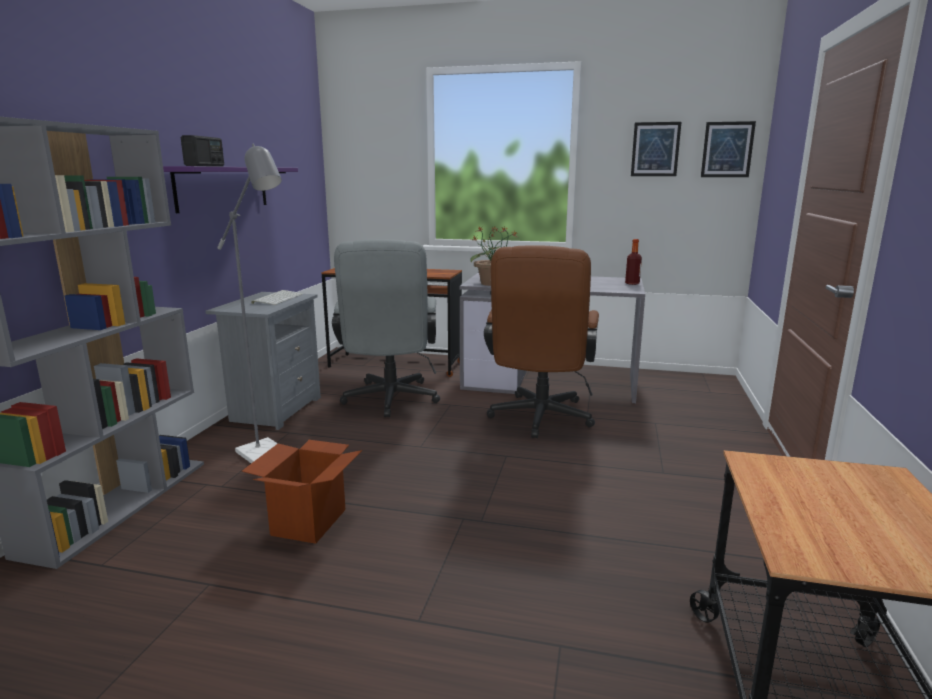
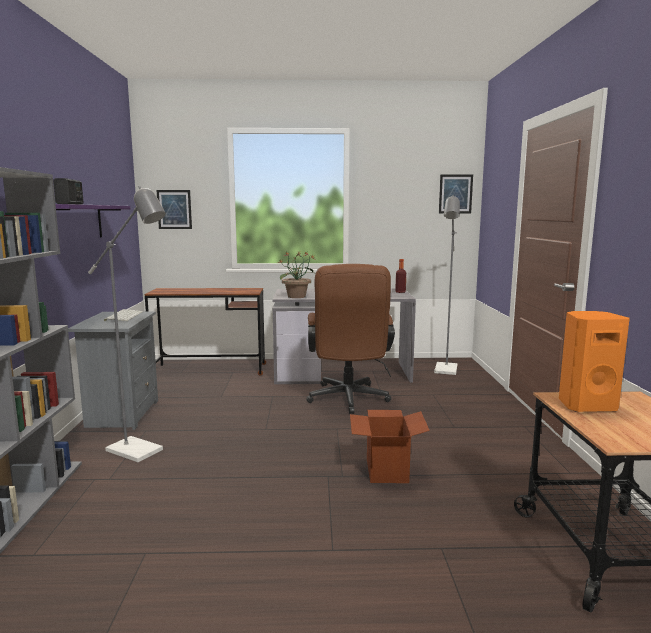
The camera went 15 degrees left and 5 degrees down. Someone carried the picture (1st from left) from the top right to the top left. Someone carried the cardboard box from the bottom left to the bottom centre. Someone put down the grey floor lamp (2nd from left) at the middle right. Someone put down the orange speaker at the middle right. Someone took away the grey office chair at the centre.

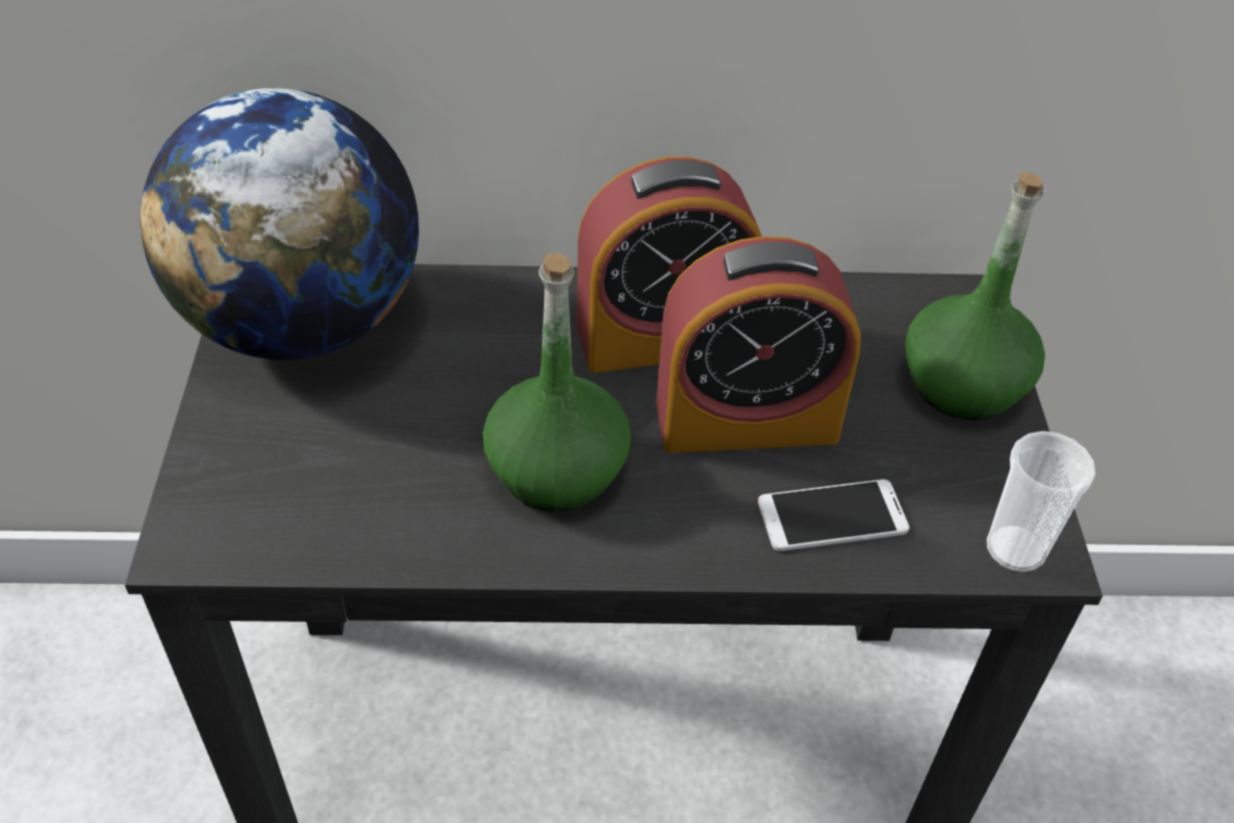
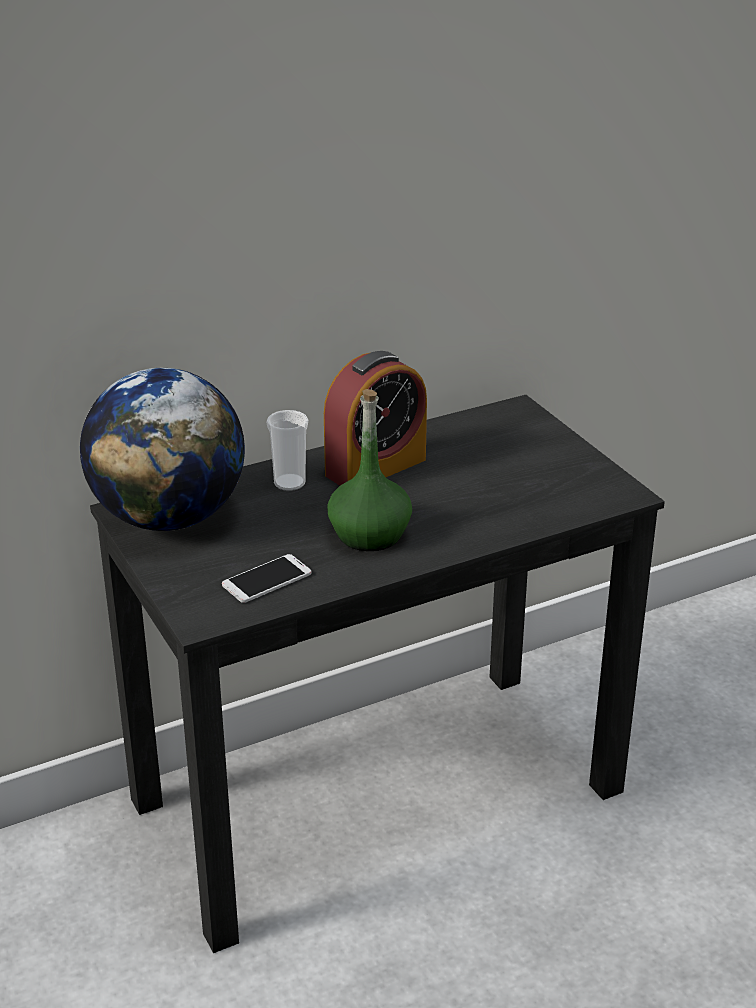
The camera went 25 degrees left and 15 degrees down. Someone carried the phone from the middle right to the centre. Someone carried the cup from the middle right to the centre. Someone took away the alarm clock (2nd from left) at the centre. Someone took away the green bottle (2nd from left) at the middle right.

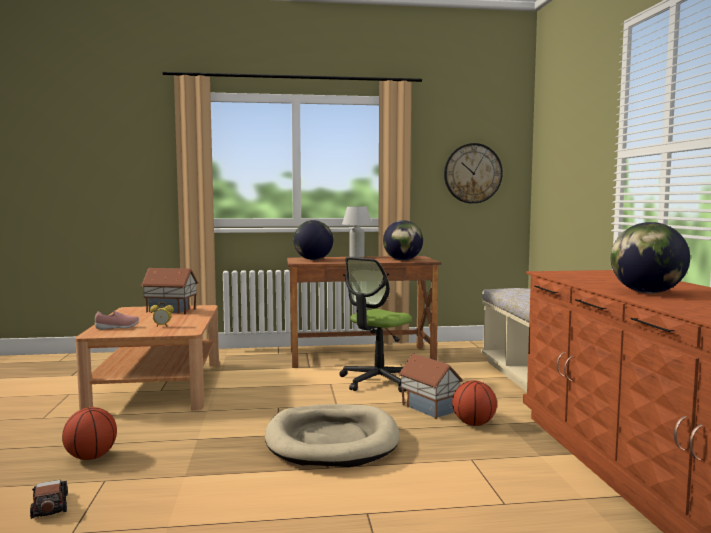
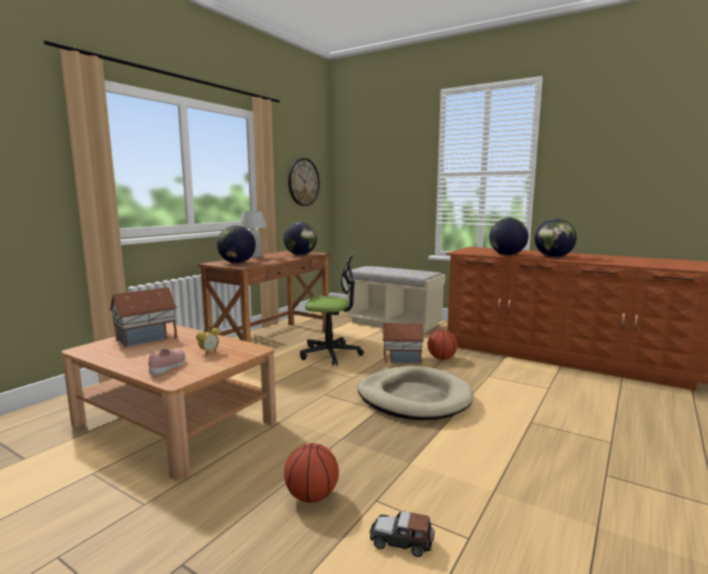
The camera went 50 degrees left and 5 degrees up. Someone rotated the office chair at the centre by 75 degrees counterclockwise. Someone put down the globe (3rd from left) at the middle right.

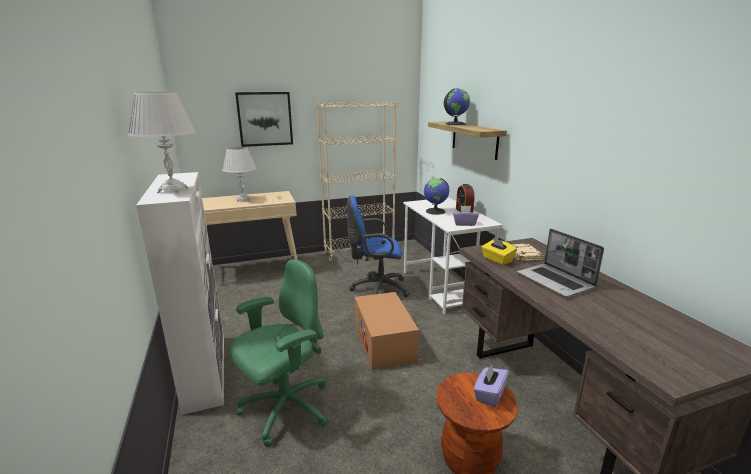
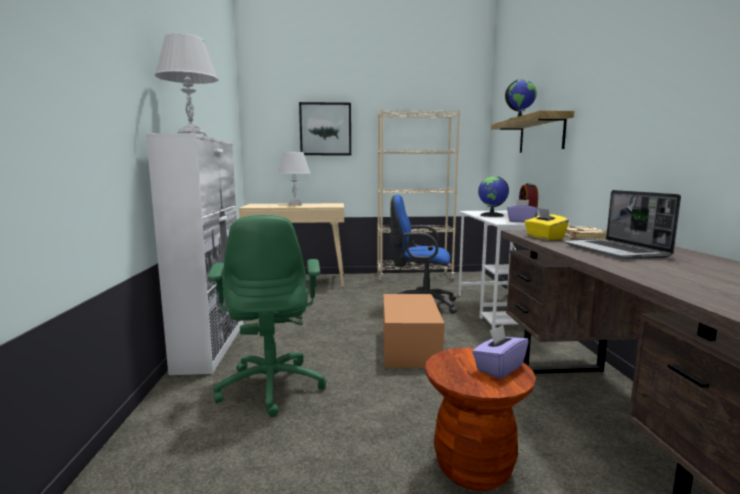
The camera went 15 degrees right and 10 degrees down. Someone rotated the green office chair at the bottom centre by 105 degrees clockwise.

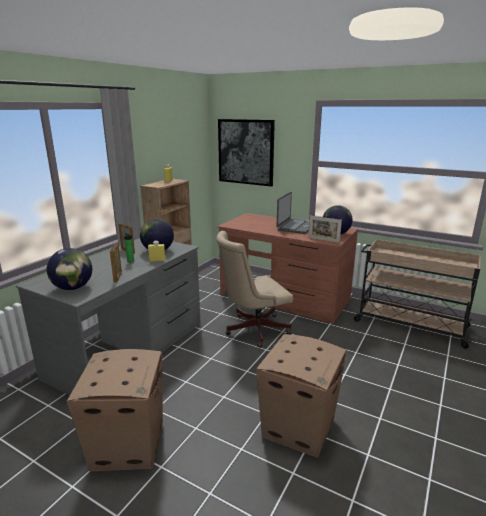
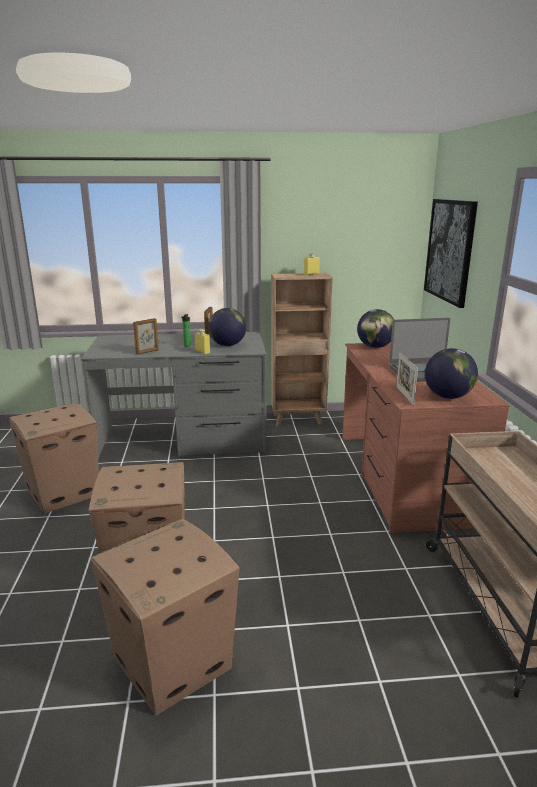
The camera went 55 degrees right and 0 degrees up. Someone put down the cardboard box (3rd from left) at the bottom left. Someone carried the globe (1st from left in the first image) from the middle left to the middle right. Someone took away the beige office chair at the centre.

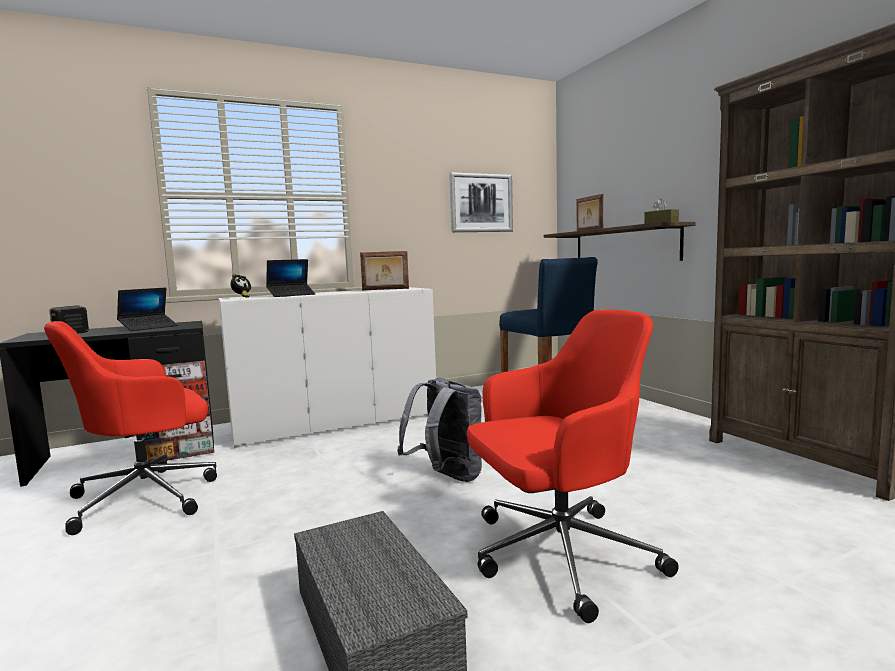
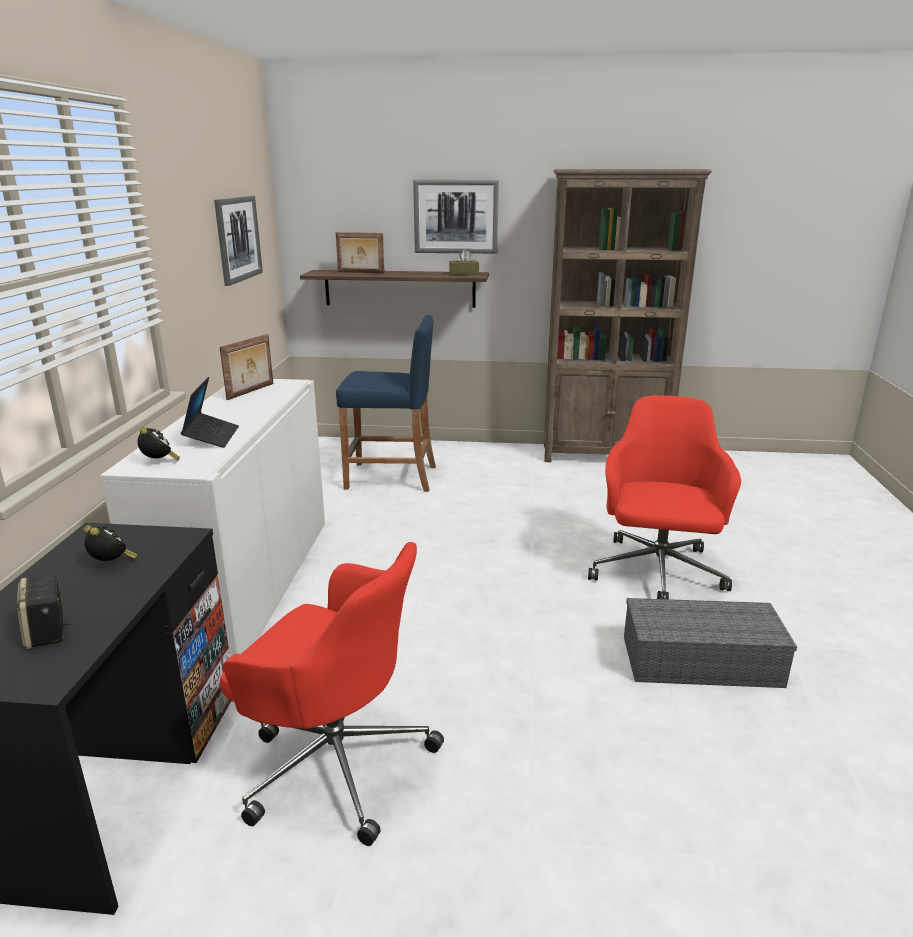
The camera went 60 degrees left and 15 degrees up. Someone swapped the laptop (1st from left) at the middle left for the alarm clock (1st from left) at the middle left. Someone rotated the red office chair (1st from left) at the middle left by 60 degrees counterclockwise. Someone put up the picture (2nd from left) at the top centre. Someone took away the grey backpack at the centre.

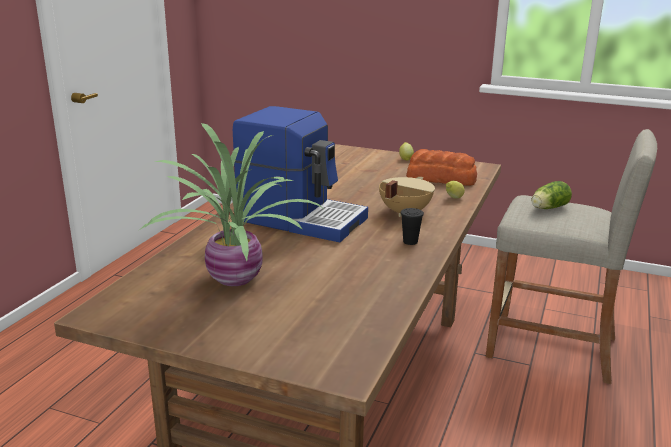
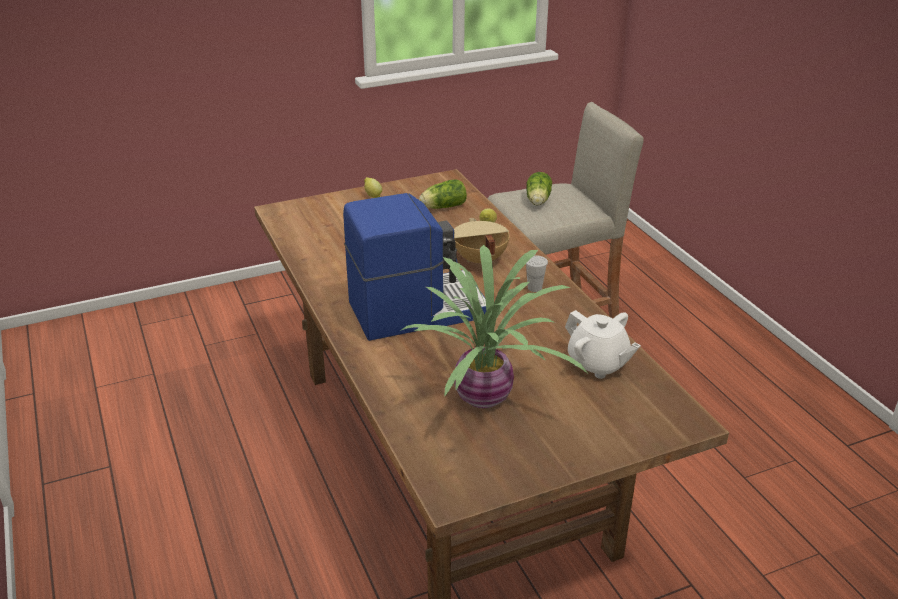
The camera went 45 degrees left and 10 degrees up. Someone swapped the bread at the centre for the lettuce (1st from left) at the top centre. Someone repainted the black cup at the centre, which became the white cup at the centre. Someone put down the white teapot at the middle right.

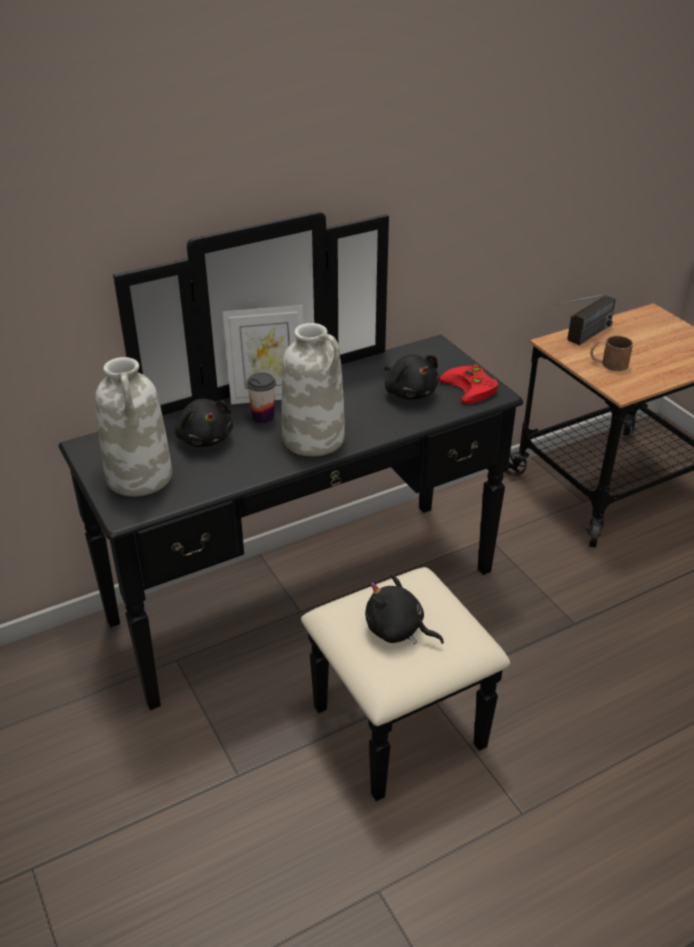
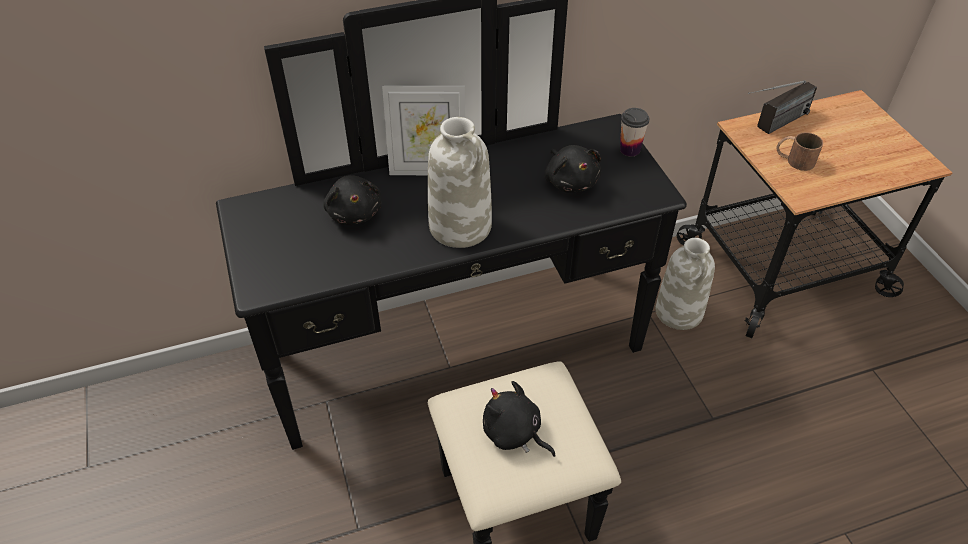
The camera went 10 degrees right and 10 degrees up. Someone carried the cup from the centre to the top centre. Someone carried the white vase (1st from left in the first image) from the middle left to the middle right. Someone took away the red game controller at the middle right.

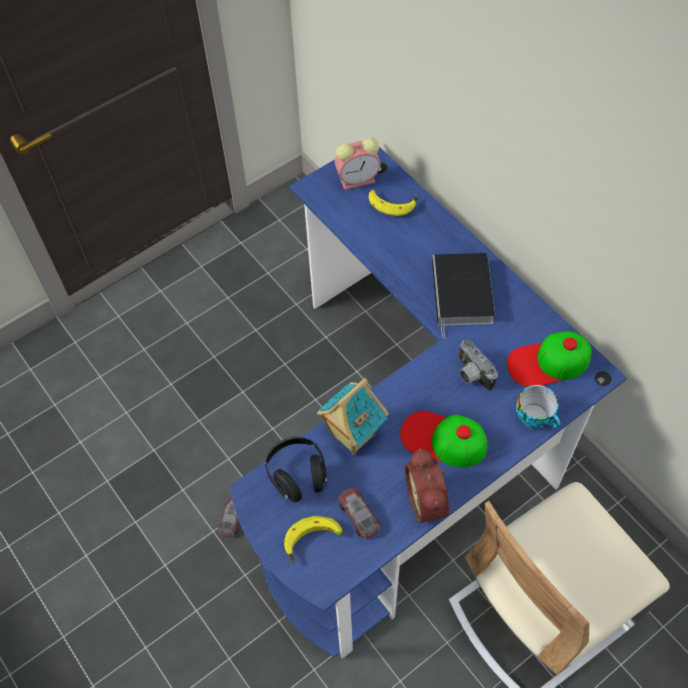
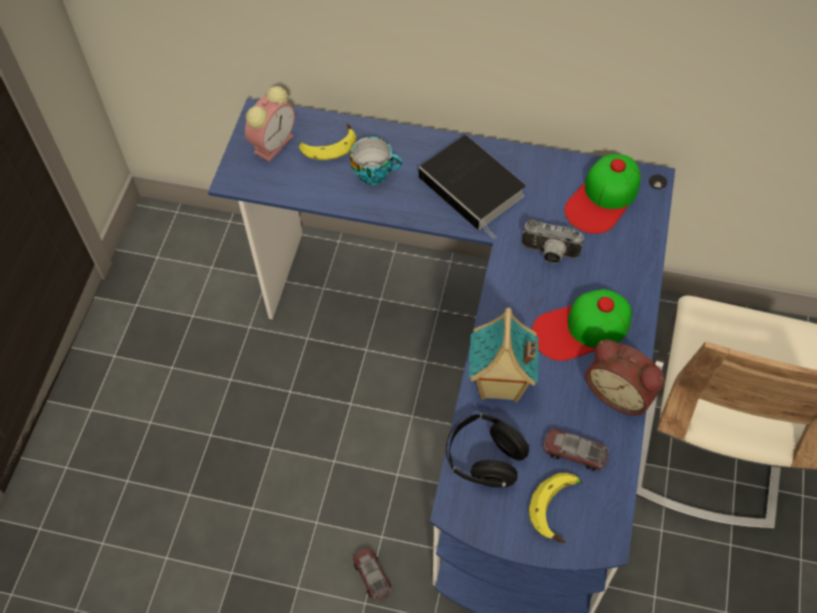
The camera went 40 degrees left and 0 degrees up. Someone carried the cup from the middle right to the top centre.

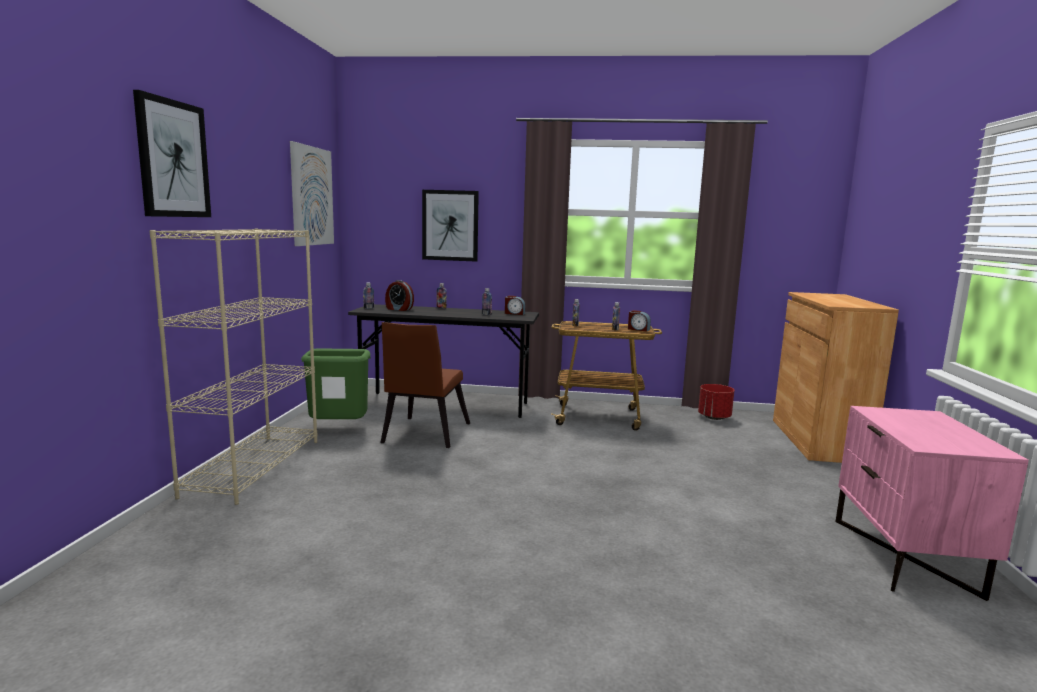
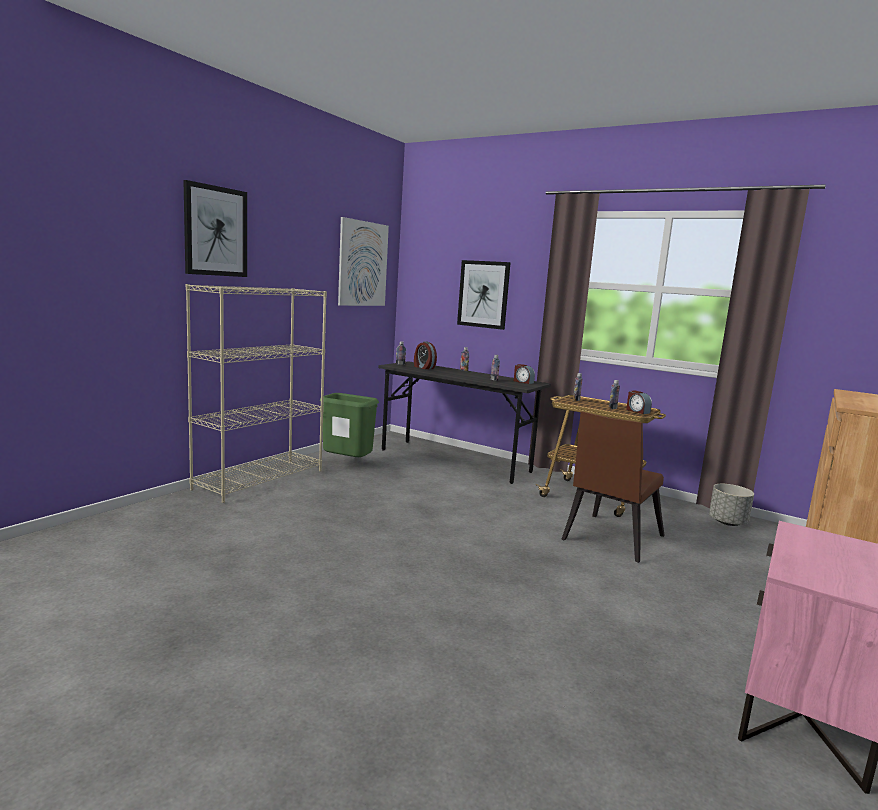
The camera went 25 degrees right and 0 degrees up. Someone carried the brown chair from the centre to the middle right. Someone repainted the red planter at the middle right, which became the grey planter at the middle right.

